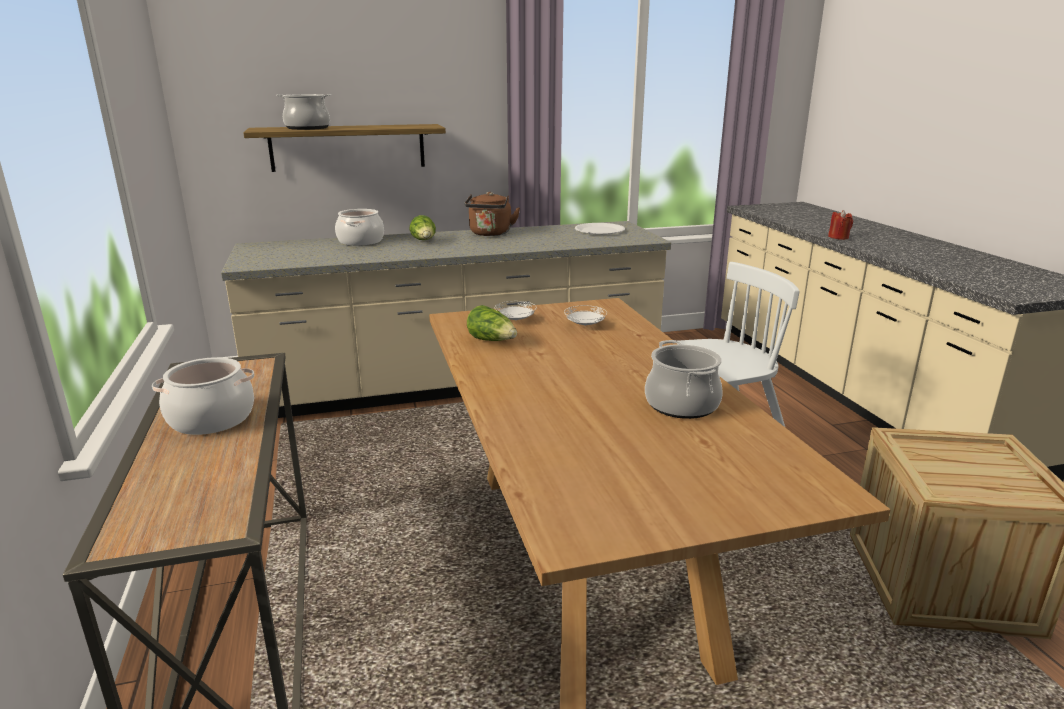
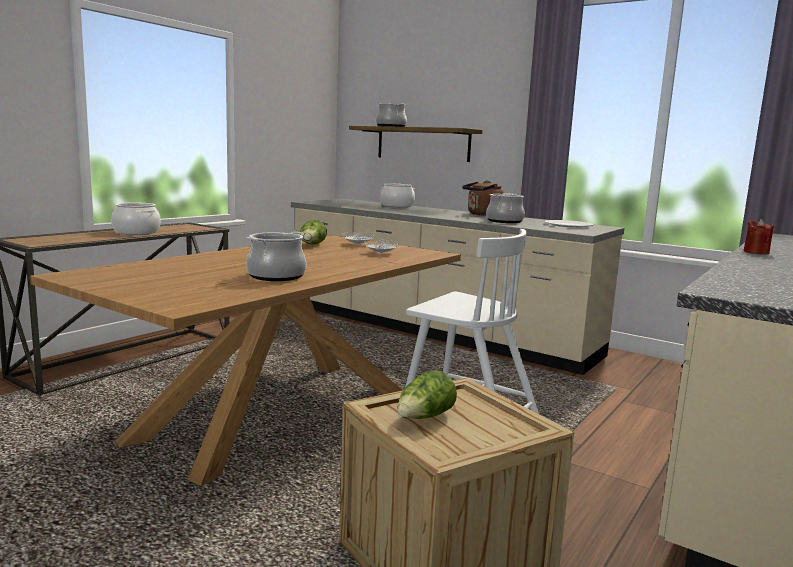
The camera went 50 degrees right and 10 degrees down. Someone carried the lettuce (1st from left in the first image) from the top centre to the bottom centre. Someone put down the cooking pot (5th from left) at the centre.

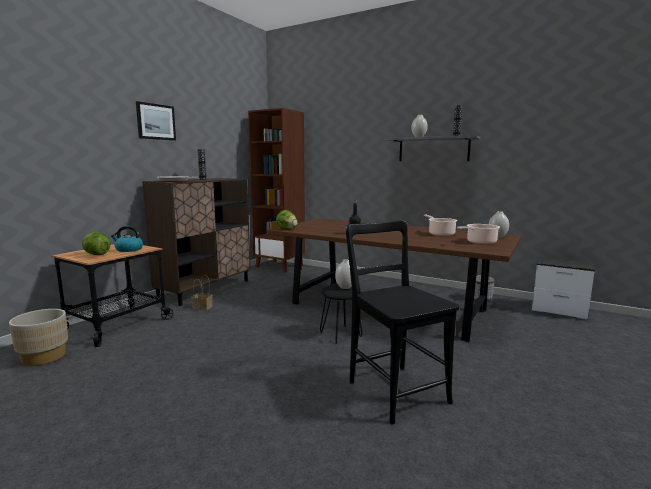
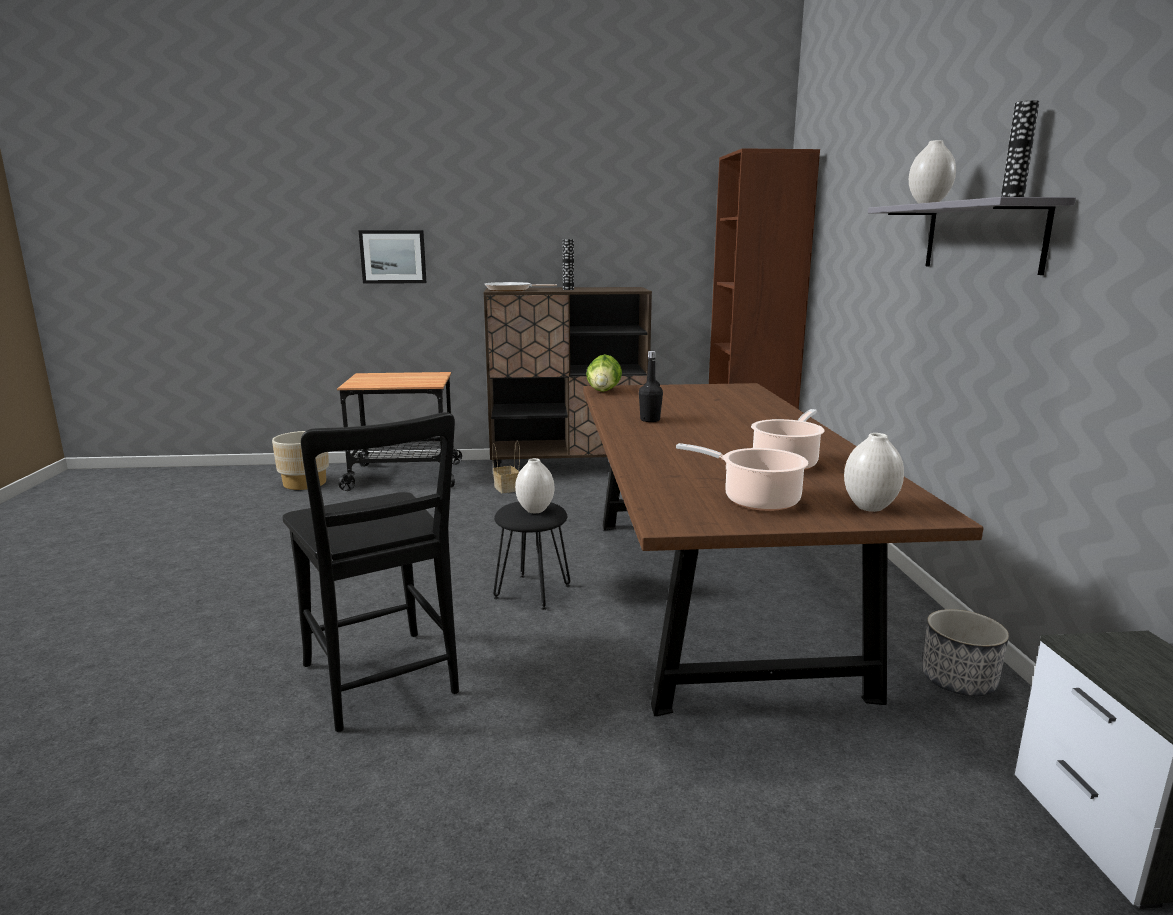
The camera went 55 degrees right and 5 degrees up. Someone rotated the black chair at the centre by 120 degrees clockwise. Someone carried the picture from the top left to the top centre. Someone took away the lettuce (1st from left) at the middle left. Someone took away the kettle at the middle left.

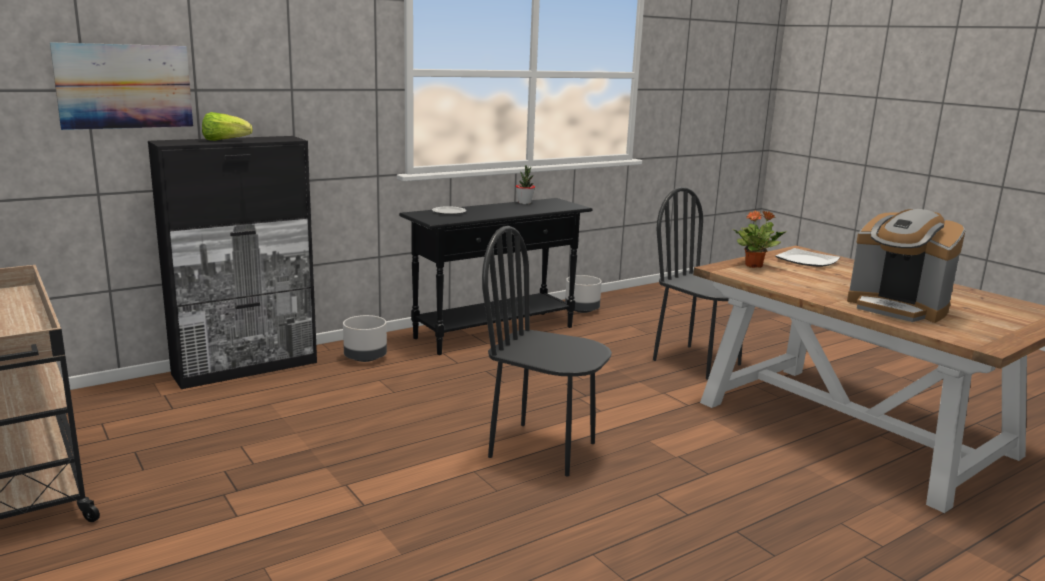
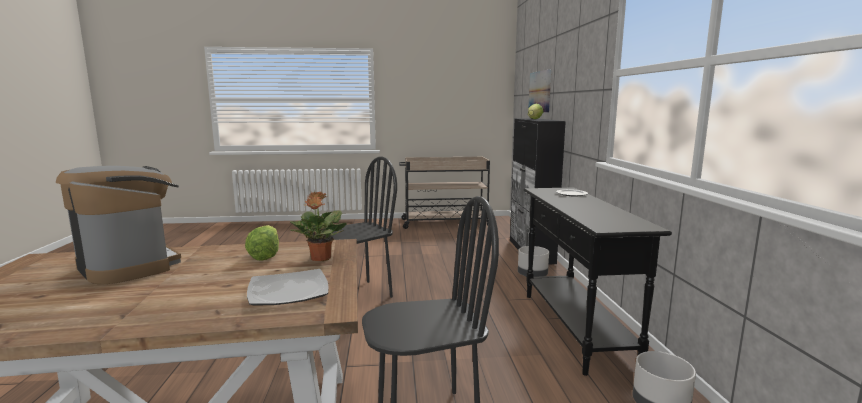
The camera went 120 degrees right and 5 degrees down. Someone rotated the coffee machine at the middle right by 60 degrees clockwise. Someone put down the lettuce (1st from left) at the middle left. Someone took away the potted plant (1st from left) at the top centre.

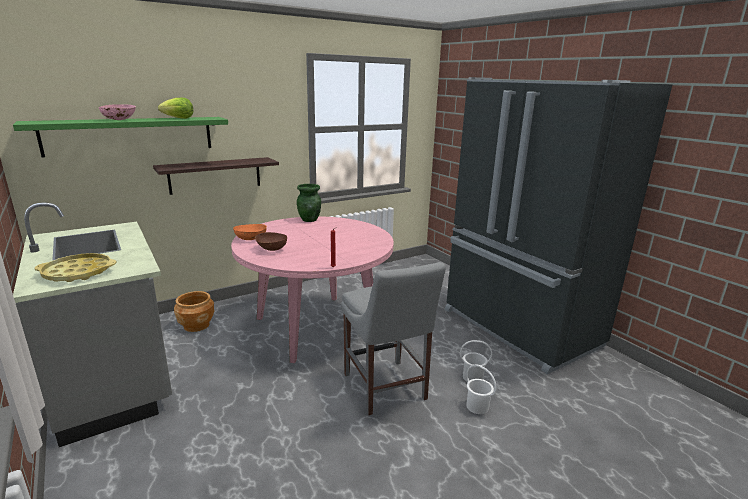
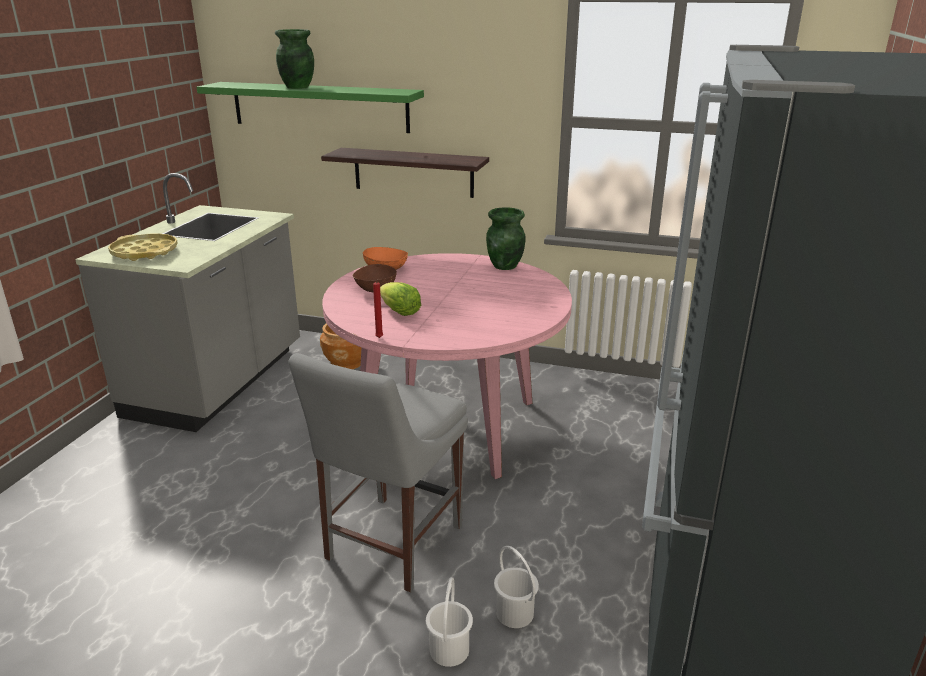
The camera went 50 degrees right and 5 degrees up. Someone swapped the pink bowl at the top left for the green vase (1st from left) at the top left. Someone carried the lettuce from the top left to the centre.

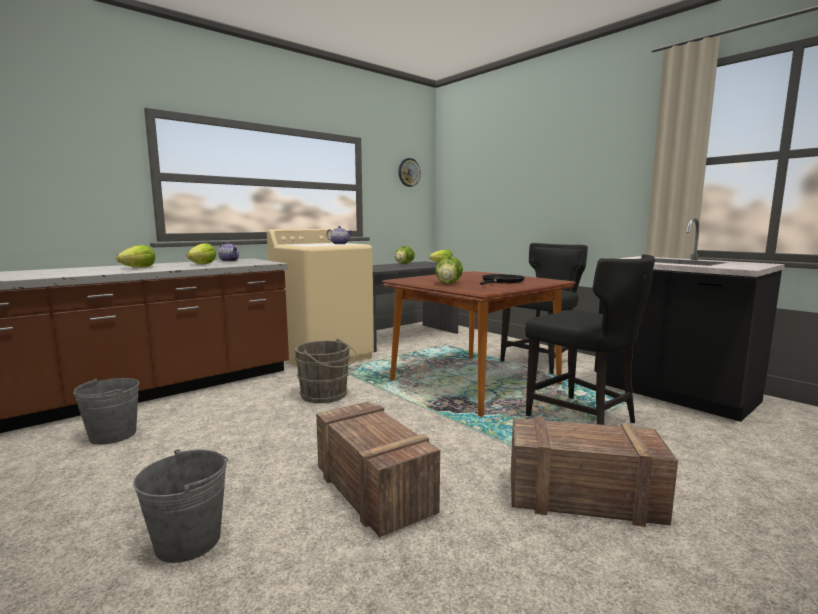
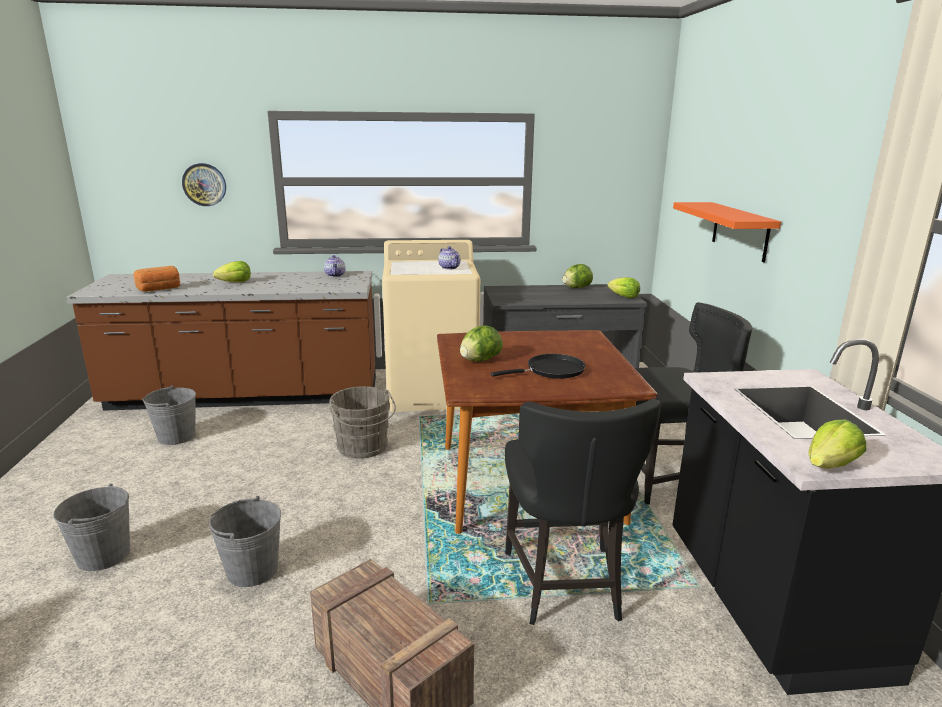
The camera went 35 degrees right and 10 degrees up. Someone put down the bread at the middle left. Someone carried the wall clock from the top centre to the top left. Someone swapped the crate (1st from left) at the bottom centre for the grey bucket (3rd from left) at the bottom left. Someone put up the orange shelf at the top right. Someone carried the lettuce (2nd from left in the first image) from the middle left to the middle right.

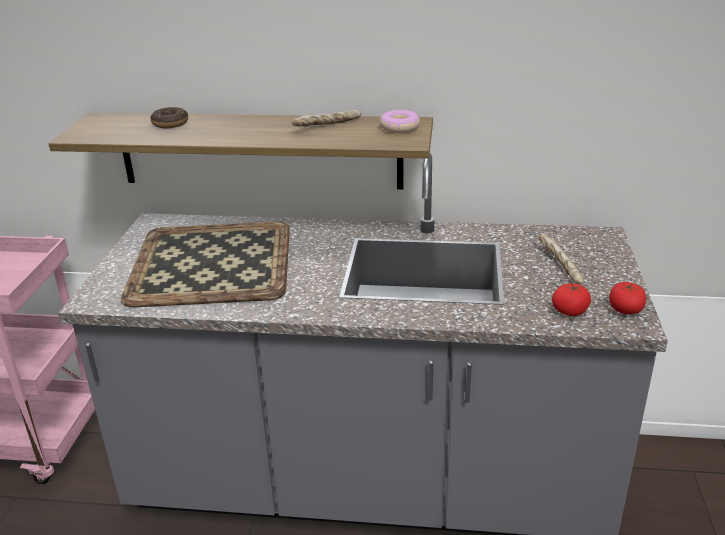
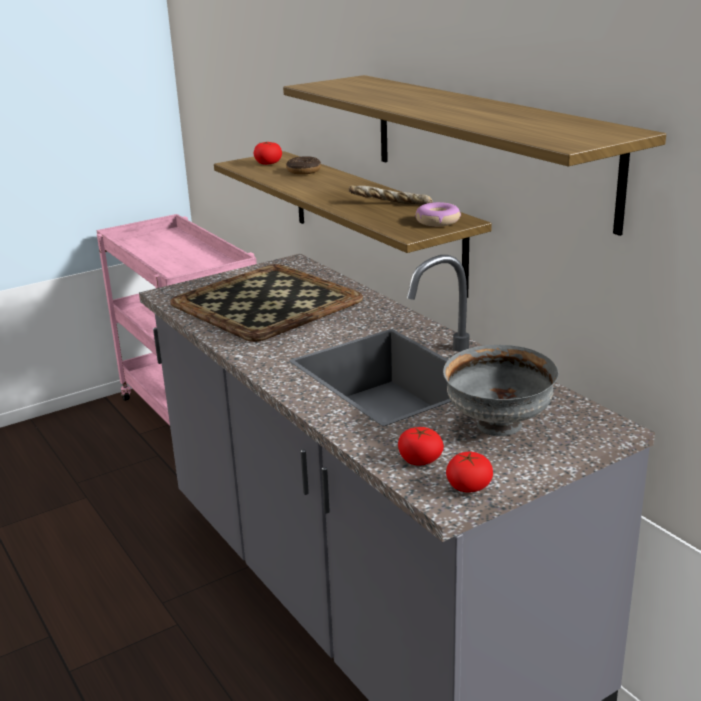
The camera went 50 degrees right and 5 degrees down. Someone put down the tomato (1st from left) at the top centre. Someone put up the shelf (2nd from left) at the top right. Someone swapped the bread (2nd from left) at the middle right for the grey bowl at the middle right.

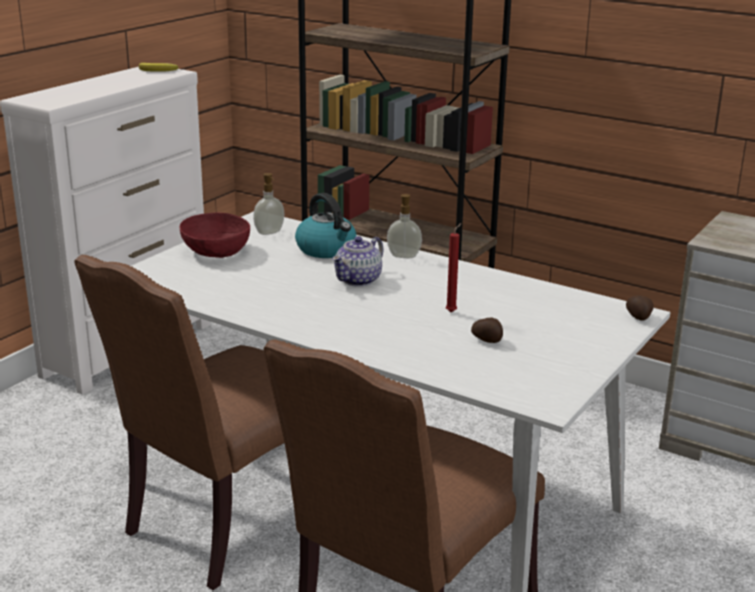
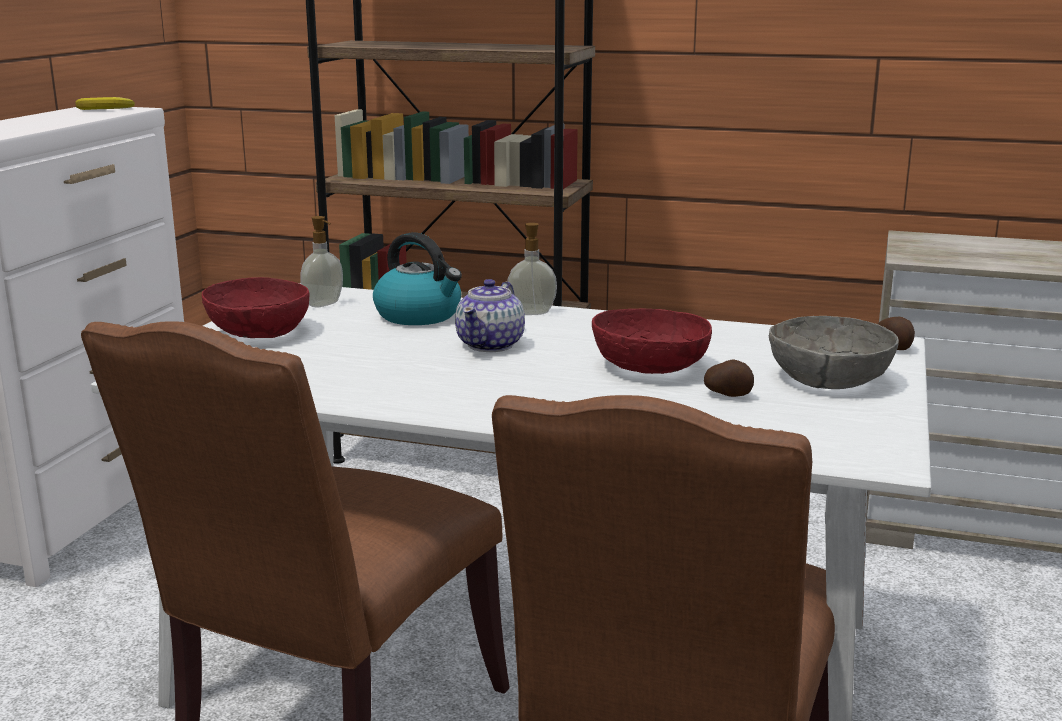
The camera went 15 degrees left and 5 degrees down. Someone swapped the red candle at the centre for the red bowl (2nd from left) at the centre. Someone put down the grey bowl at the middle right.

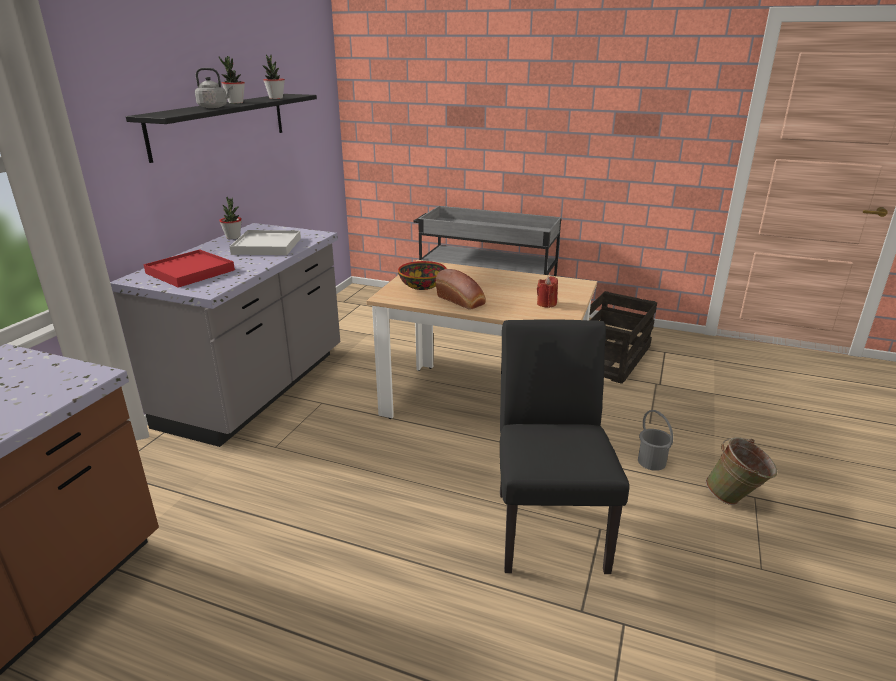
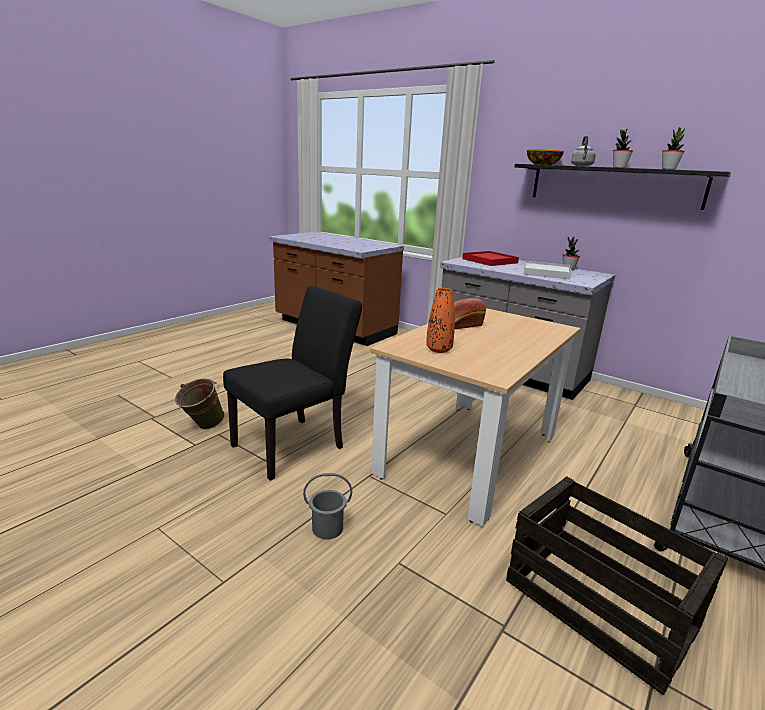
The camera went 105 degrees right and 5 degrees down. Someone carried the green bucket from the bottom right to the middle left. Someone rotated the black chair at the centre by 60 degrees counterclockwise. Someone swapped the red candle at the centre for the orange vase at the centre. Someone carried the bowl from the centre to the top right.

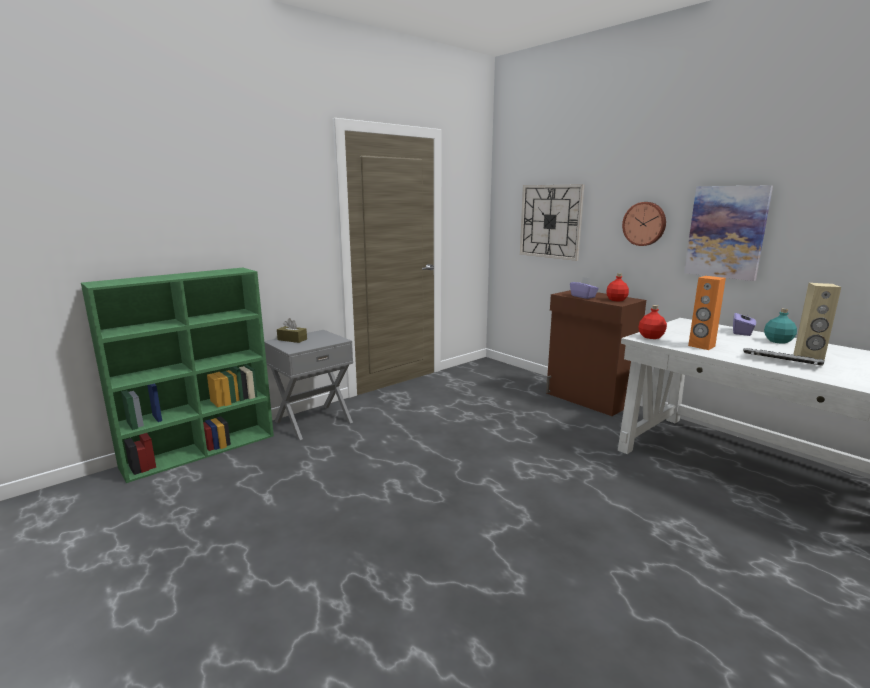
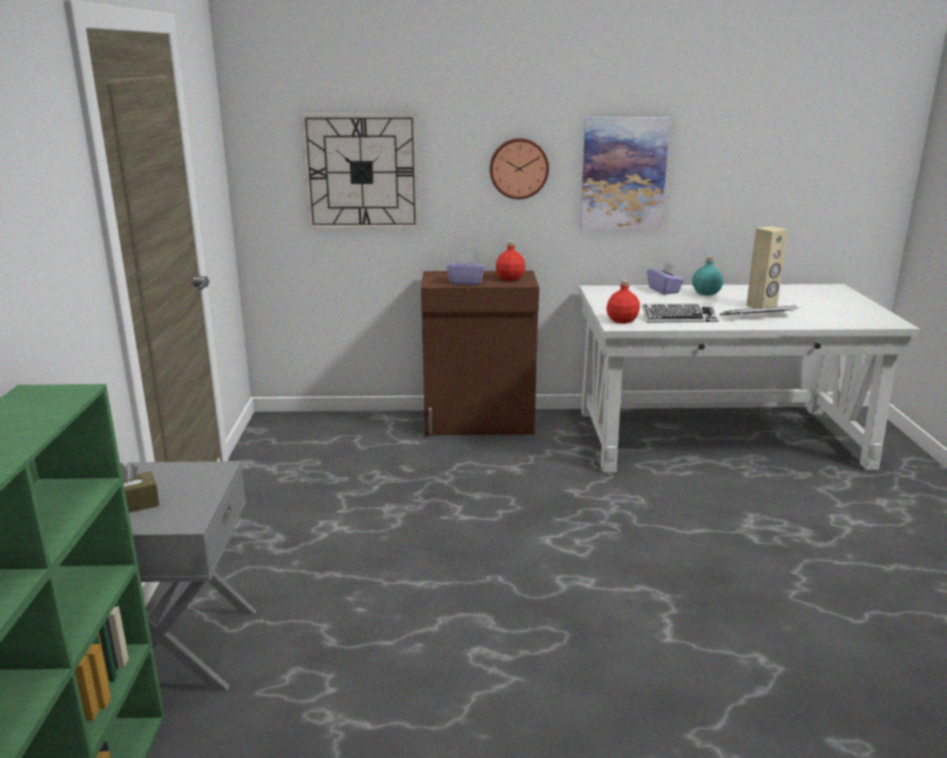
The camera went 50 degrees left and 5 degrees up. Someone swapped the orange speaker at the middle right for the keyboard (1st from left) at the middle right.

